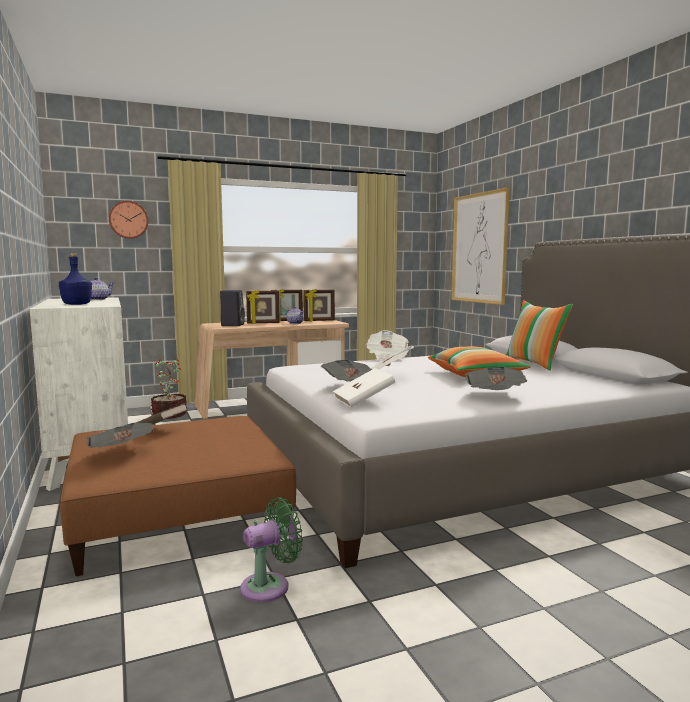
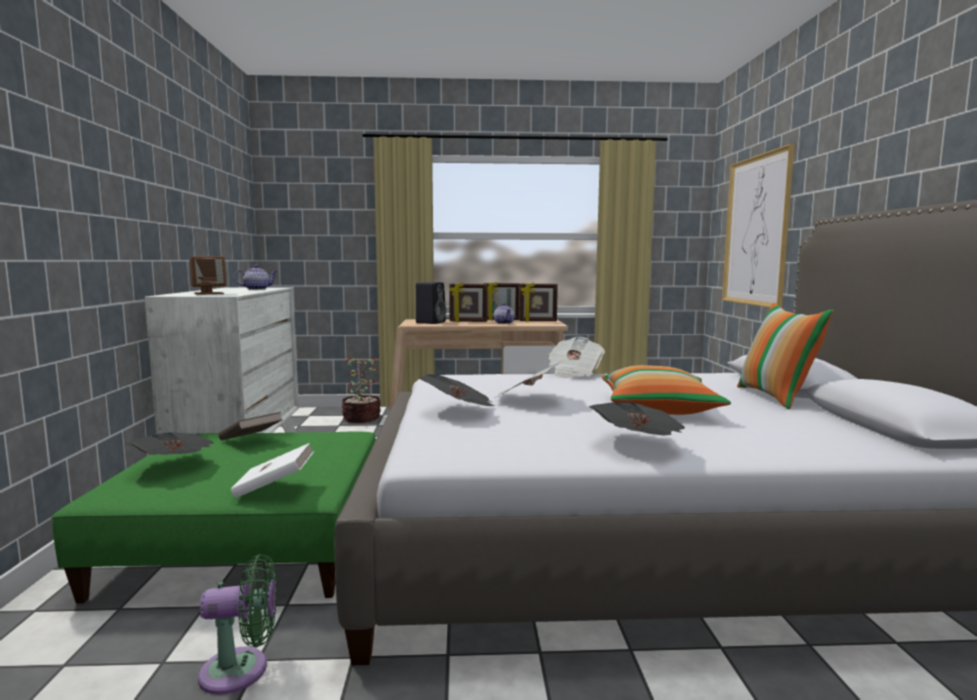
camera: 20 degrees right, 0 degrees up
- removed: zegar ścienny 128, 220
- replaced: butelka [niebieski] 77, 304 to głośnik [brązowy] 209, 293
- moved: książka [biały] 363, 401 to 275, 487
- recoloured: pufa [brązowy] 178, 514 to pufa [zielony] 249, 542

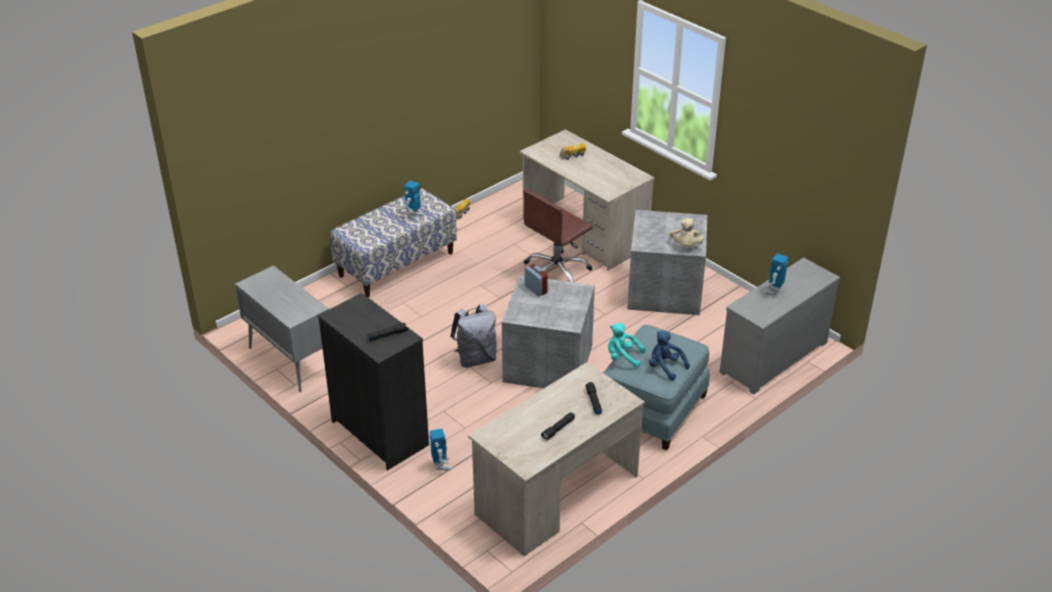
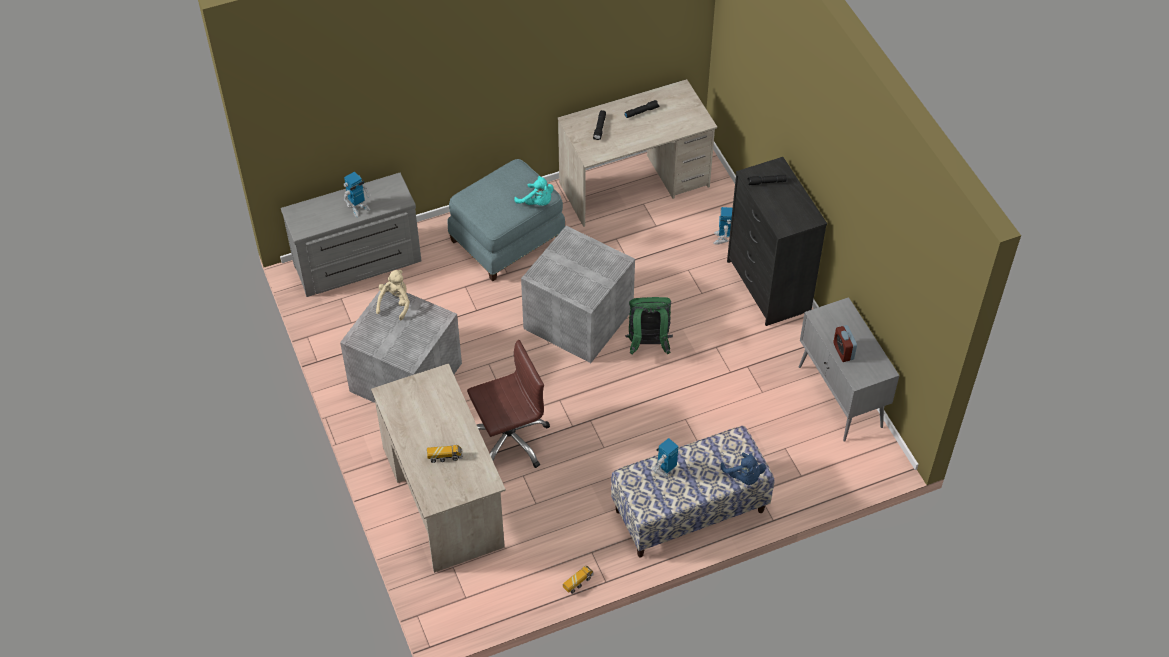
camera: 160 degrees left, 15 degrees up
- moved: budzik 536, 289 to 843, 351
- recoloured: plecak [szary] 476, 358 to plecak [zielony] 648, 344
- moved: pluszak [niebieski] 665, 367 to 743, 476

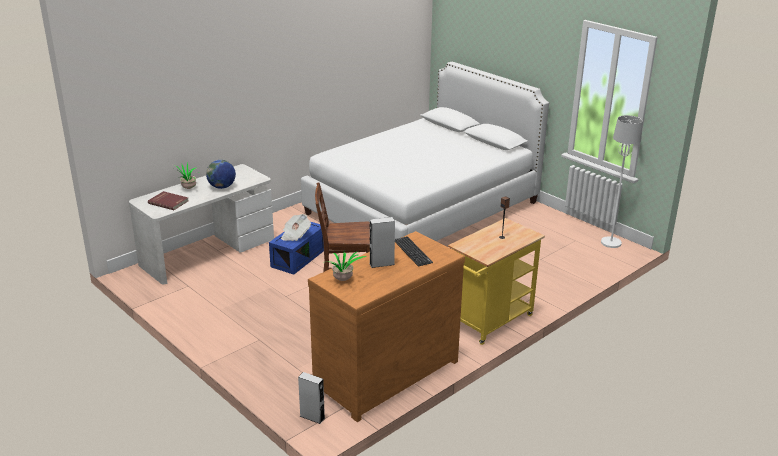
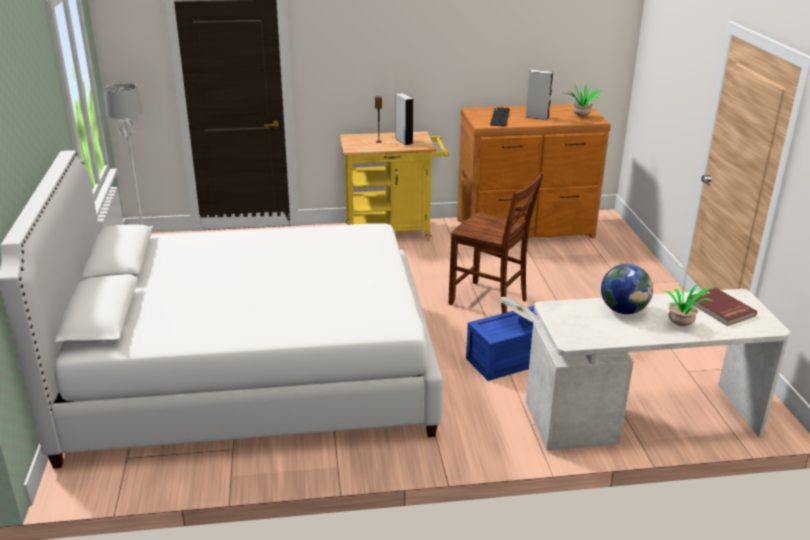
camera: 145 degrees left, 0 degrees up
- moved: głośnik [szary] 312, 417 to 404, 141

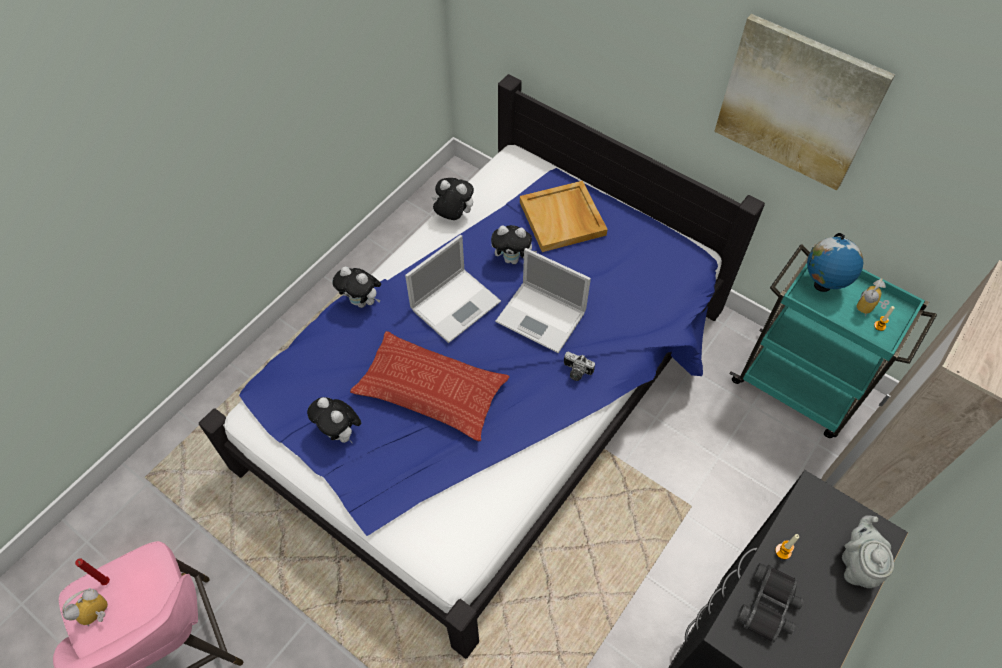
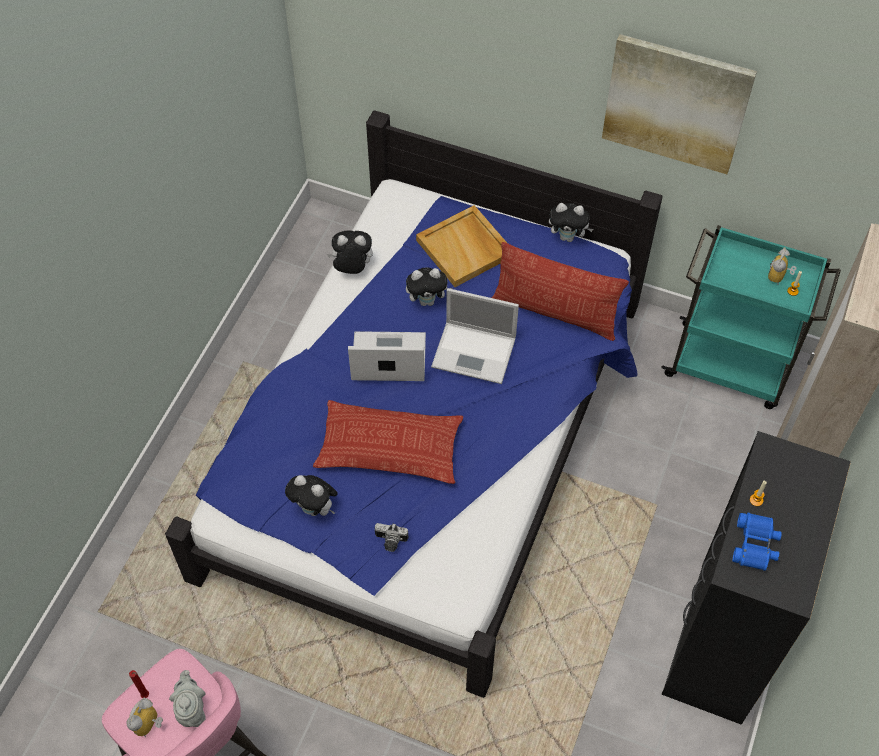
camera: 15 degrees left, 0 degrees up
- removed: globus 822, 285
- turned: laptop 456, 304 = 387, 358 120 degrees counterclockwise
- moved: pluszak 362, 302 to 568, 237
- moved: aparat fotograficzny 576, 372 to 390, 542
- moved: imbryk [szary] 857, 565 to 192, 710
- recoloured: lornetka [czarny] 769, 606 to lornetka [niebieski] 755, 545
- added: poduszka 555, 313

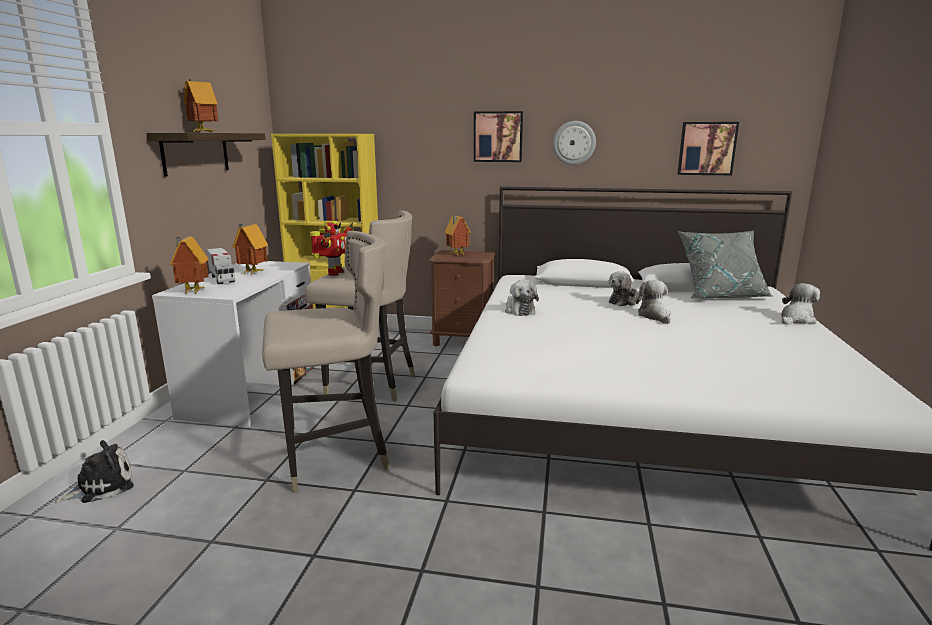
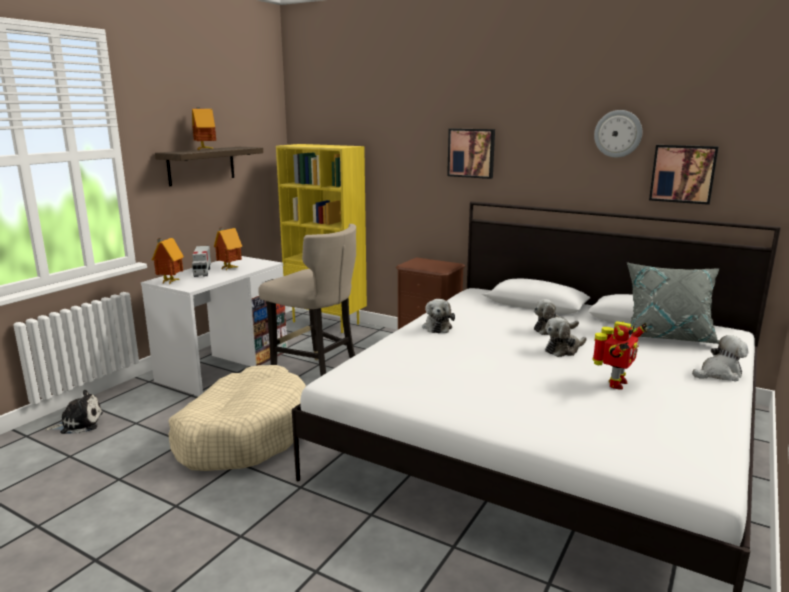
camera: 20 degrees right, 0 degrees up
- moved: zegar ścienny 574, 143 to 618, 133
- removed: domek 456, 255
- moved: robot zabawkowy 334, 273 to 615, 384
- replaced: stołek [beżowy] 334, 457 to legowisko [beżowy] 243, 434
- turned: pluszak 655, 316 = 563, 350 135 degrees counterclockwise

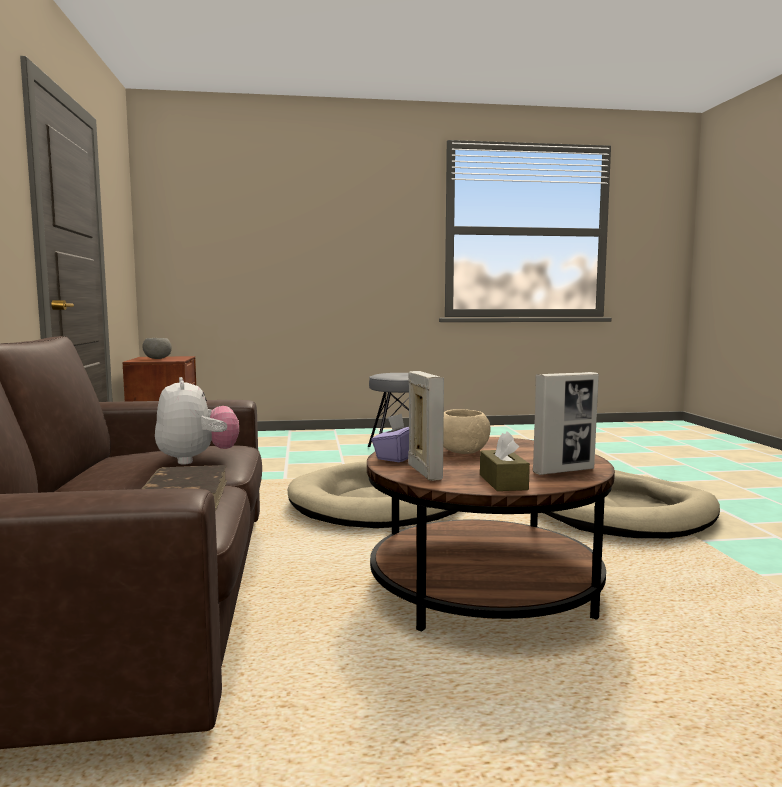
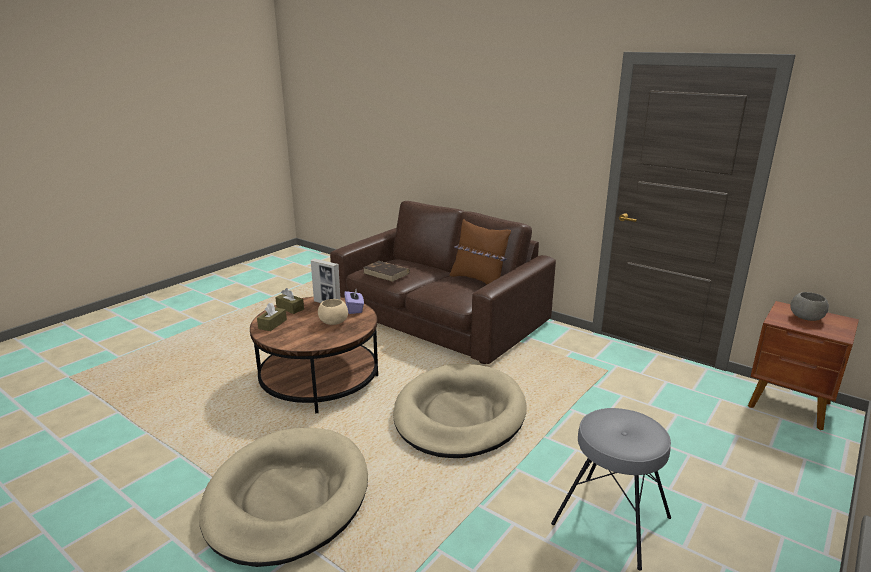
camera: 135 degrees right, 15 degrees up
- replaced: ramka na zdjęcie 564, 471 to pudełko chusteczek [brązowy] 272, 324
- removed: pluszak 197, 460
- added: poduszka [brązowy] 478, 280

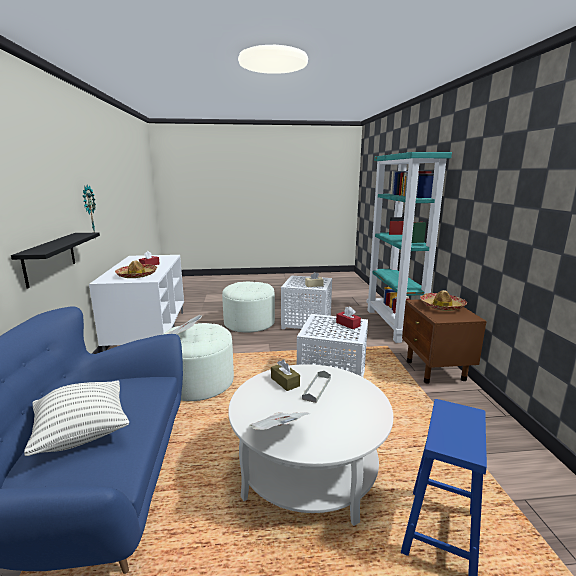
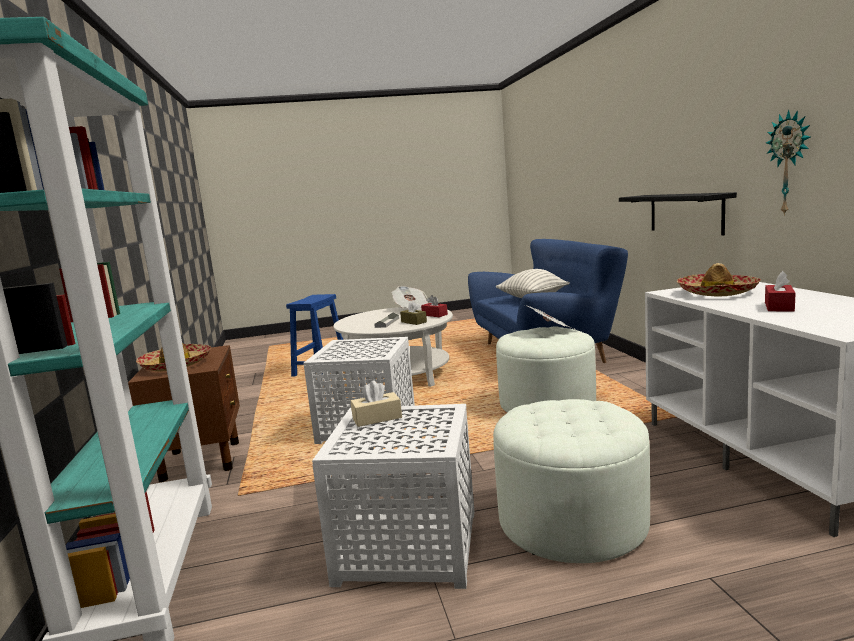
camera: 175 degrees right, 5 degrees down
- moved: pudełko chusteczek [czerwony] 348, 324 to 434, 315

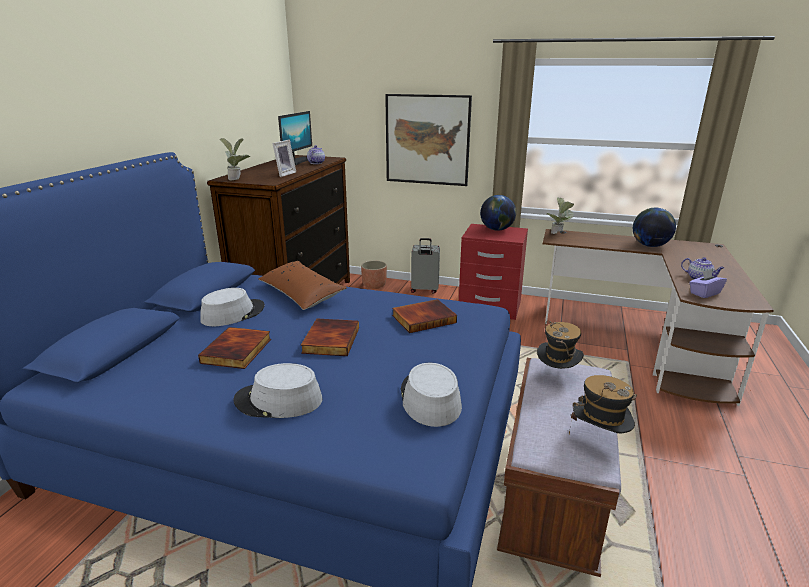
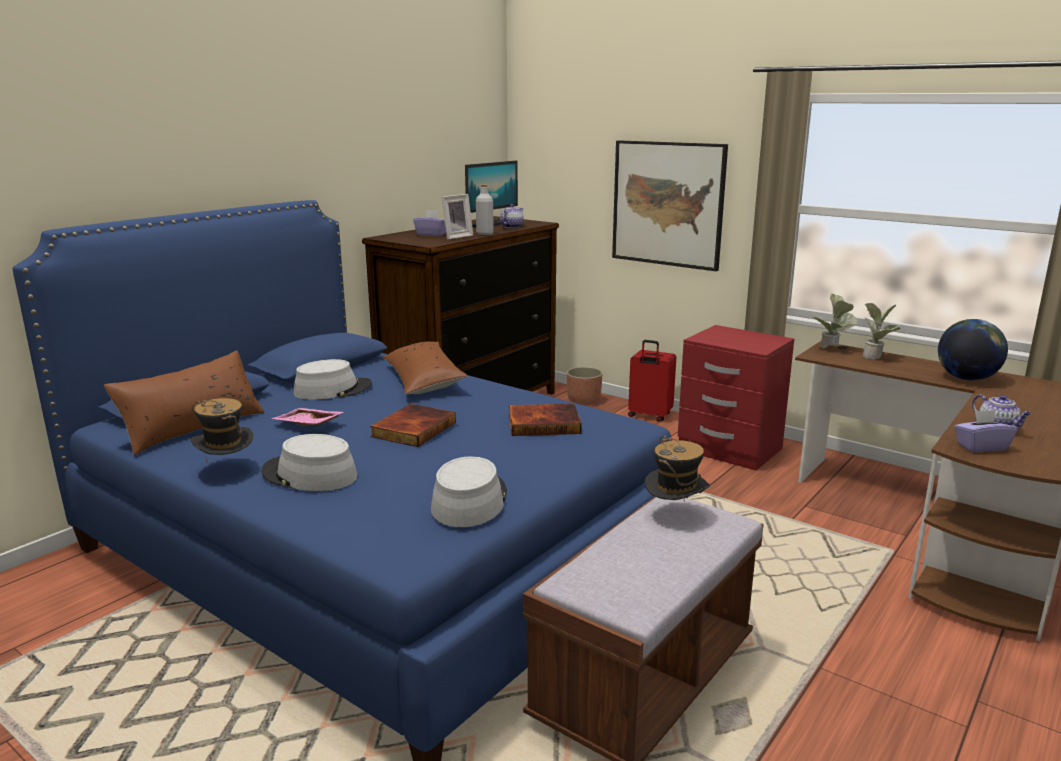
camera: 20 degrees right, 5 degrees down
- moved: roślina doniczkowa 237, 179 to 875, 357
- removed: globus 497, 229
- recoloured: walizka [szary] 424, 290 to walizka [czerwony] 649, 416
- replaced: książka 237, 351 to taca [różowy] 307, 425
- moved: kapelusz 598, 439 to 226, 470
- added: butelka [szary] 484, 233
- added: pudełko chusteczek [fioletowy] 431, 234
- added: poduszka [brązowy] 193, 428

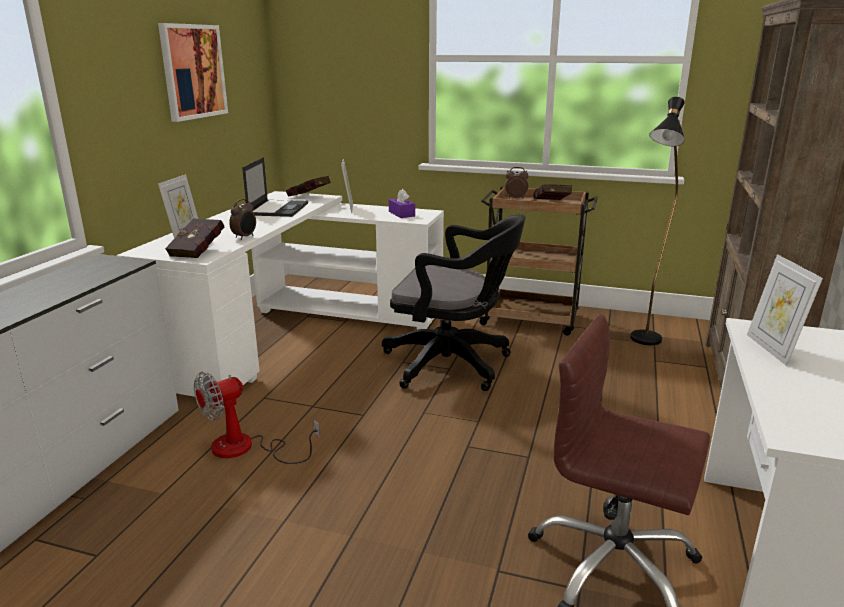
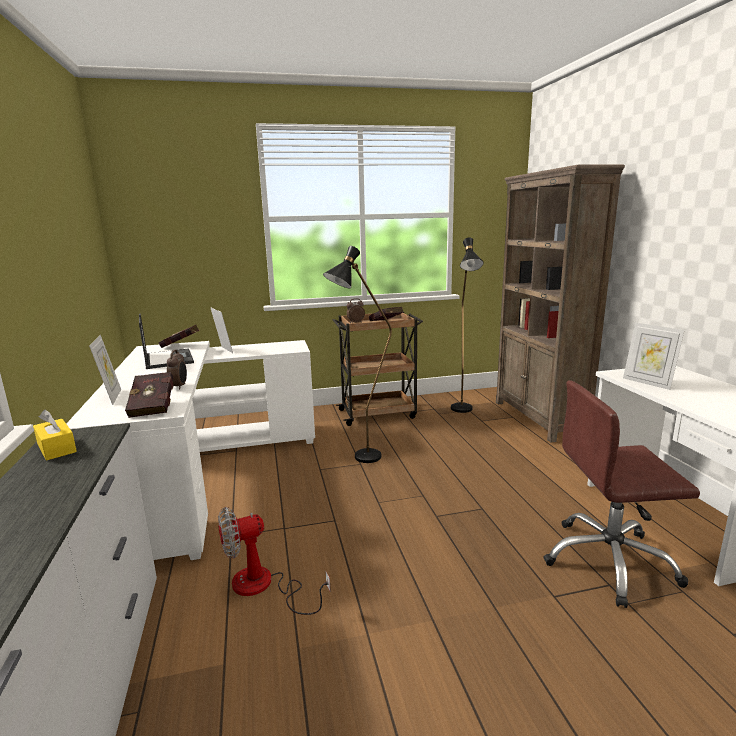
camera: 30 degrees left, 5 degrees down
- removed: obraz 193, 71
- removed: pudełko chusteczek [fioletowy] 401, 214
- replaced: krzesło biurowe [czarny] 453, 365 to lampa stojąca [czarny] 360, 460
- turned: wentylator 246, 448 = 264, 587 45 degrees clockwise
- added: pudełko chusteczek [żółty] 56, 448

